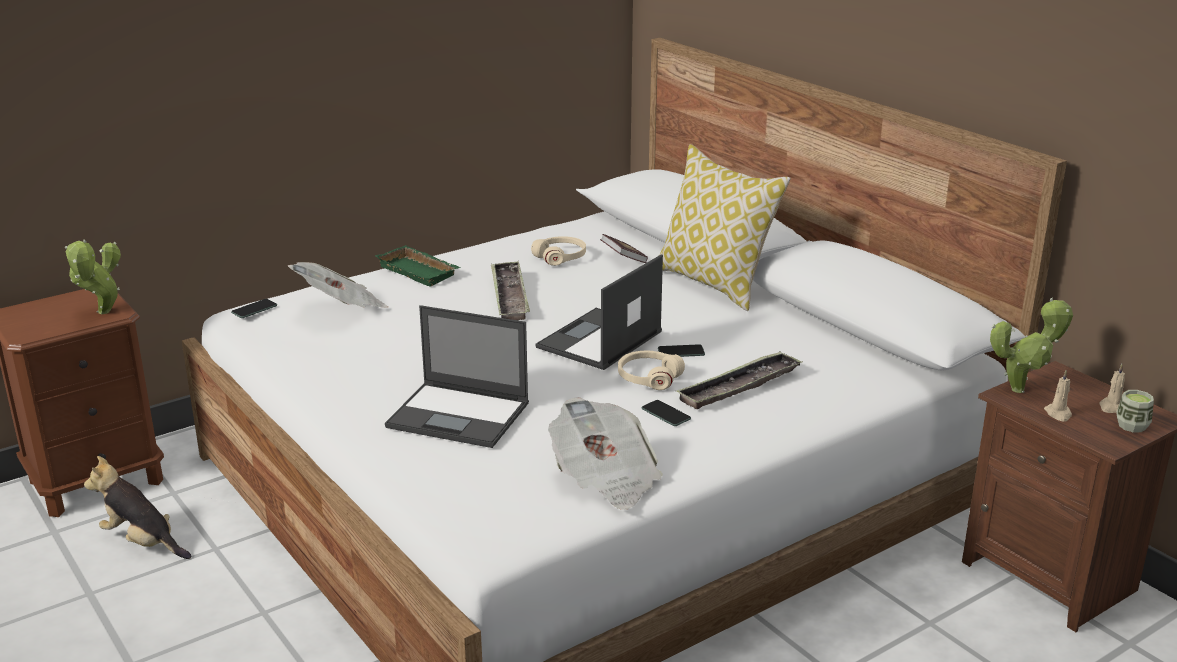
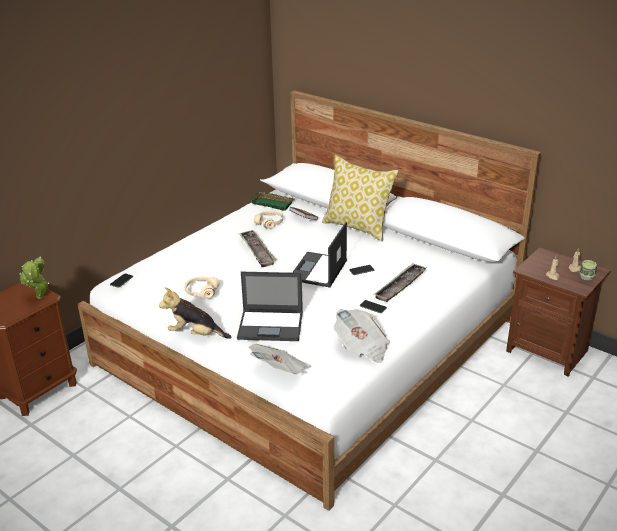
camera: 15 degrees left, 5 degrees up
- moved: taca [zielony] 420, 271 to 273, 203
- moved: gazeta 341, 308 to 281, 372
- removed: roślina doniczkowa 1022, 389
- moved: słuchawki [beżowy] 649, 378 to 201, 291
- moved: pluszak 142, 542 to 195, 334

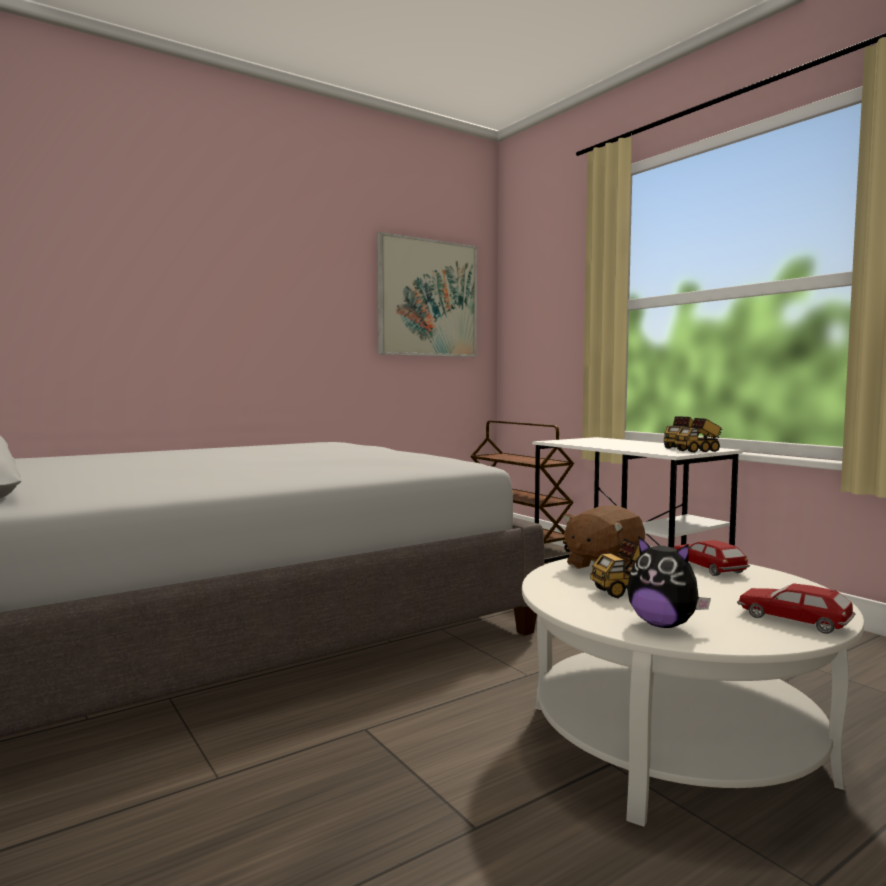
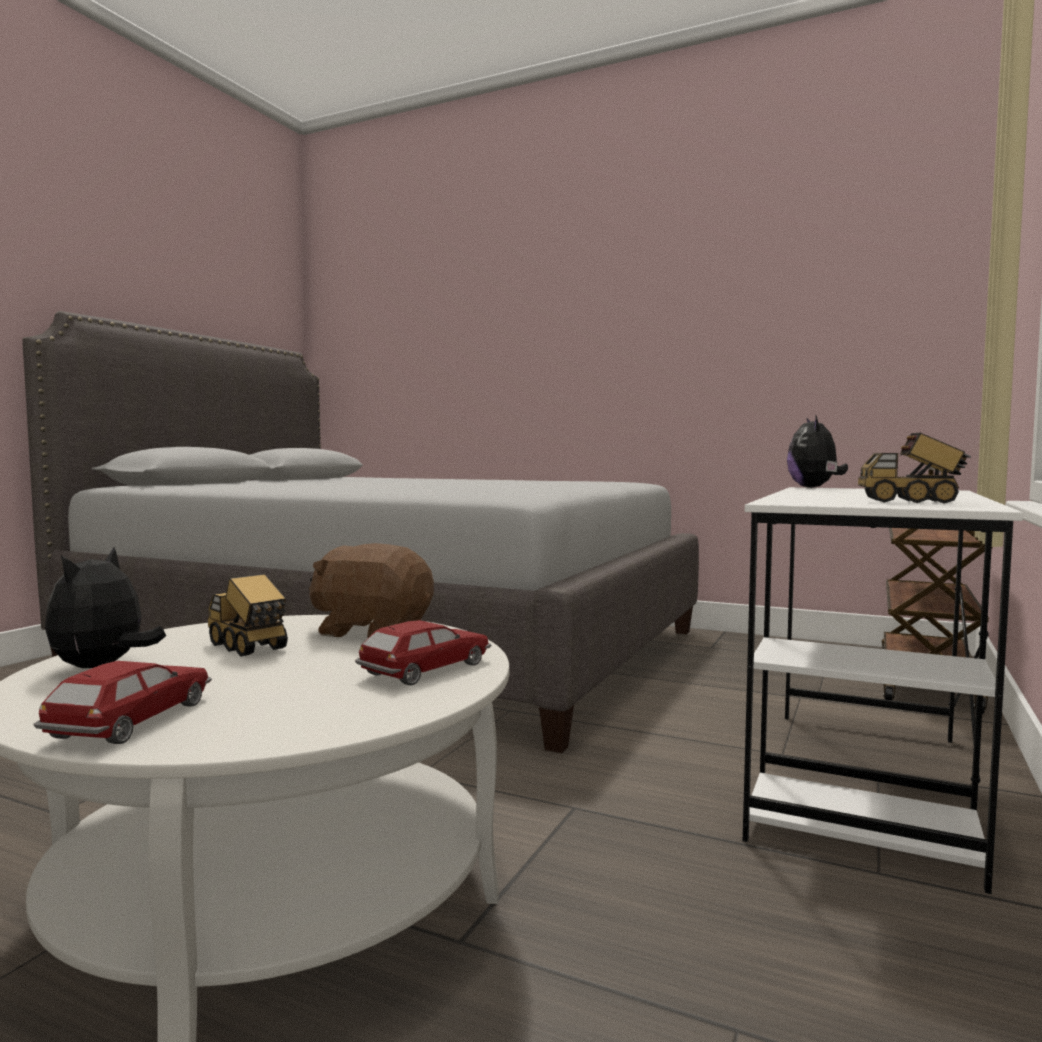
camera: 60 degrees right, 0 degrees up
- removed: obraz 427, 298
- removed: ciężarówka zabawkowa 698, 451
- added: pluszak 814, 487

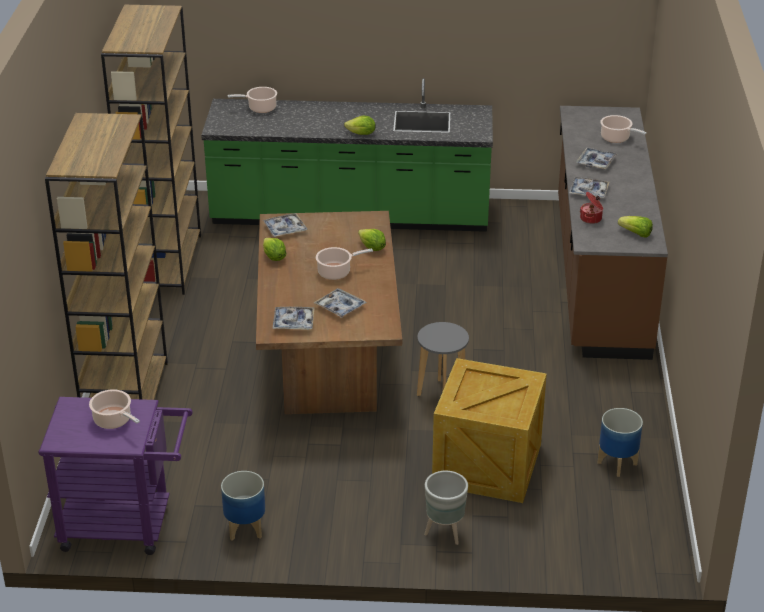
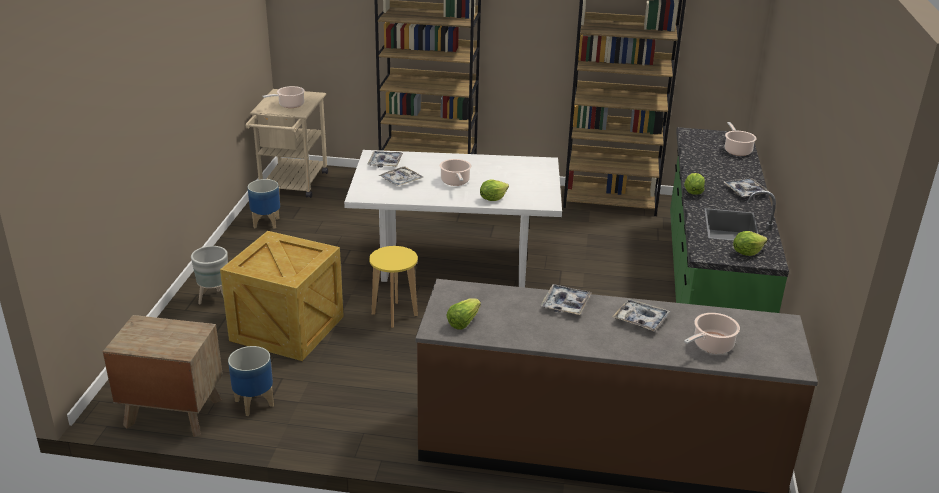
camera: 95 degrees right, 5 degrees down
- removed: garnek 591, 219
- recoloured: stół jadalny [brązowy] 329, 363 to stół jadalny [biały] 454, 264
- moved: taca 285, 229 to 745, 191
- moved: sałata 274, 257 to 746, 252
- recoloured: stołek [szary] 441, 394 to stołek [żółty] 394, 315
- recoloured: wózek [fioletowy] 126, 525 to wózek [beżowy] 292, 186
- added: szafka nocna [brązowy] 172, 412

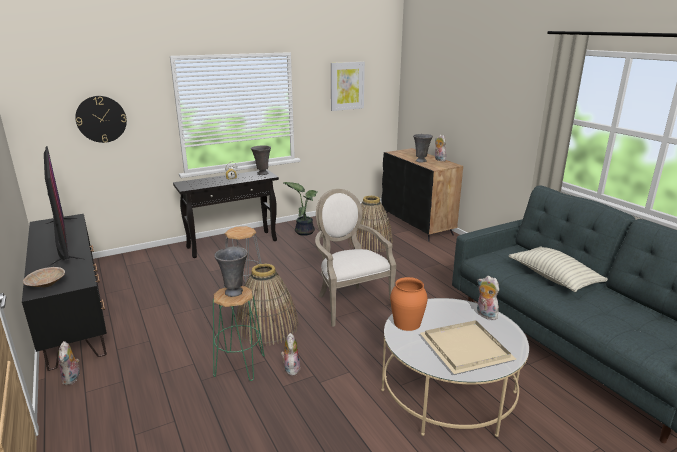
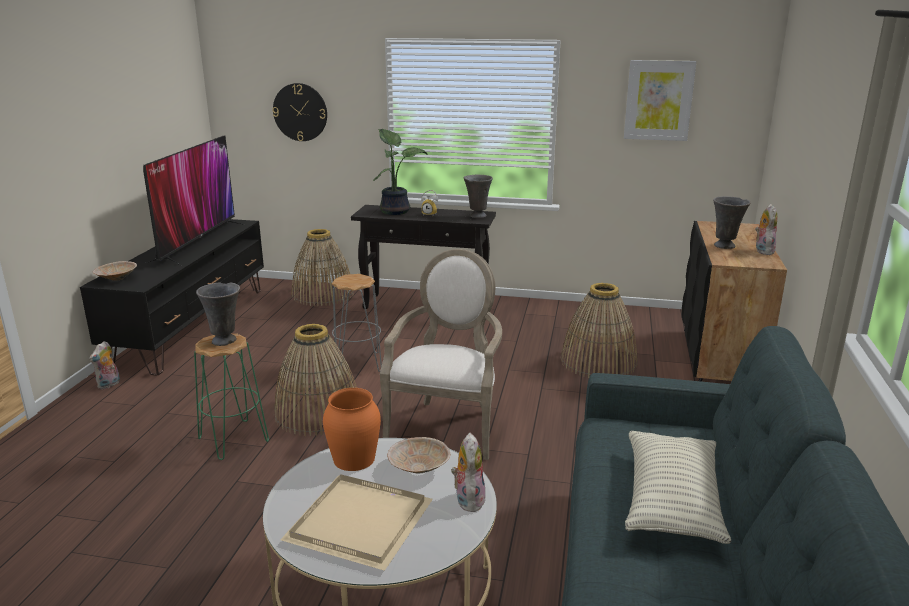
camera: 40 degrees right, 0 degrees up
- moved: roślina doniczkowa 304, 231 to 395, 211
- removed: pluszak 291, 368
- added: koszyk 323, 294
- added: miska [beżowy] 418, 468

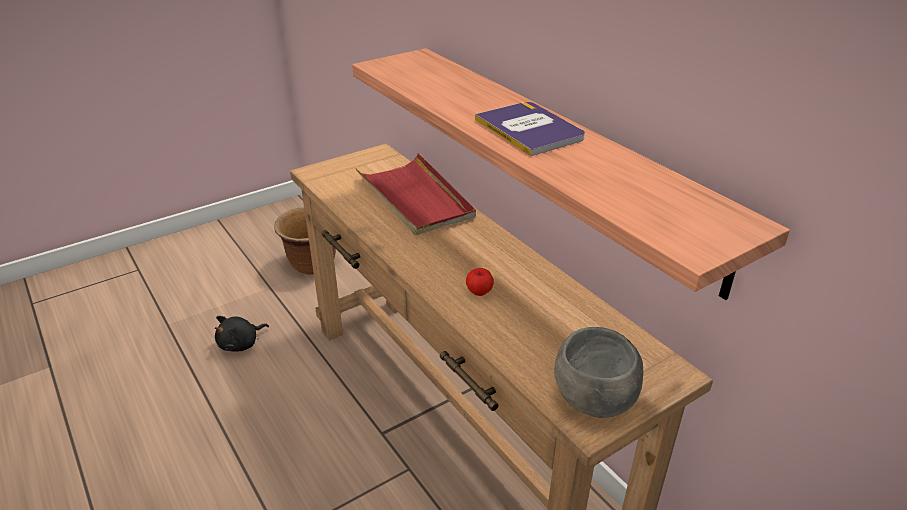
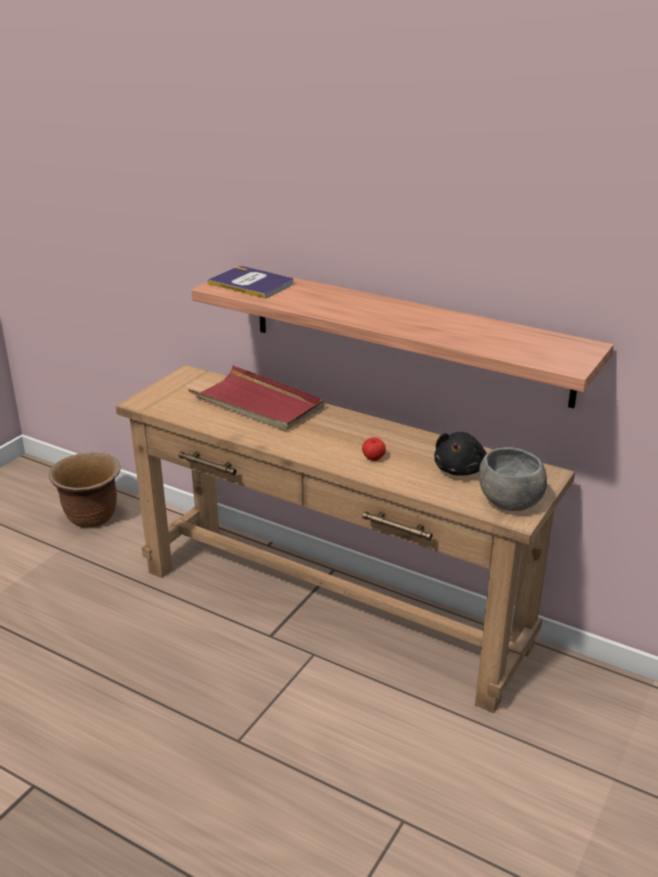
camera: 25 degrees left, 5 degrees down
- moved: książka 529, 129 to 252, 283
- moved: pluszak [czarny] 241, 344 to 460, 469

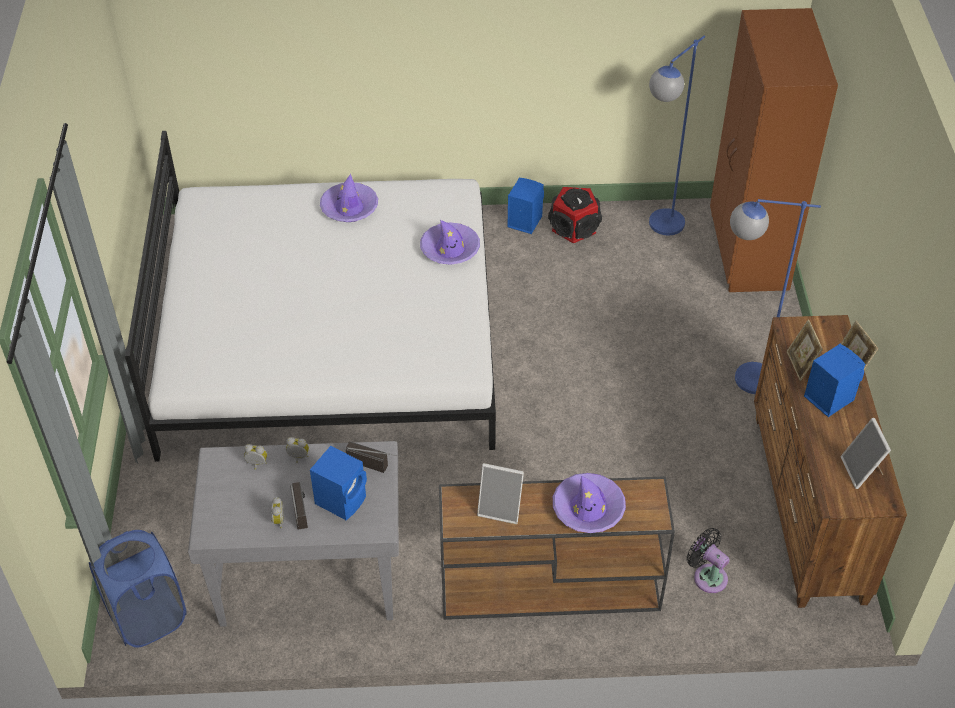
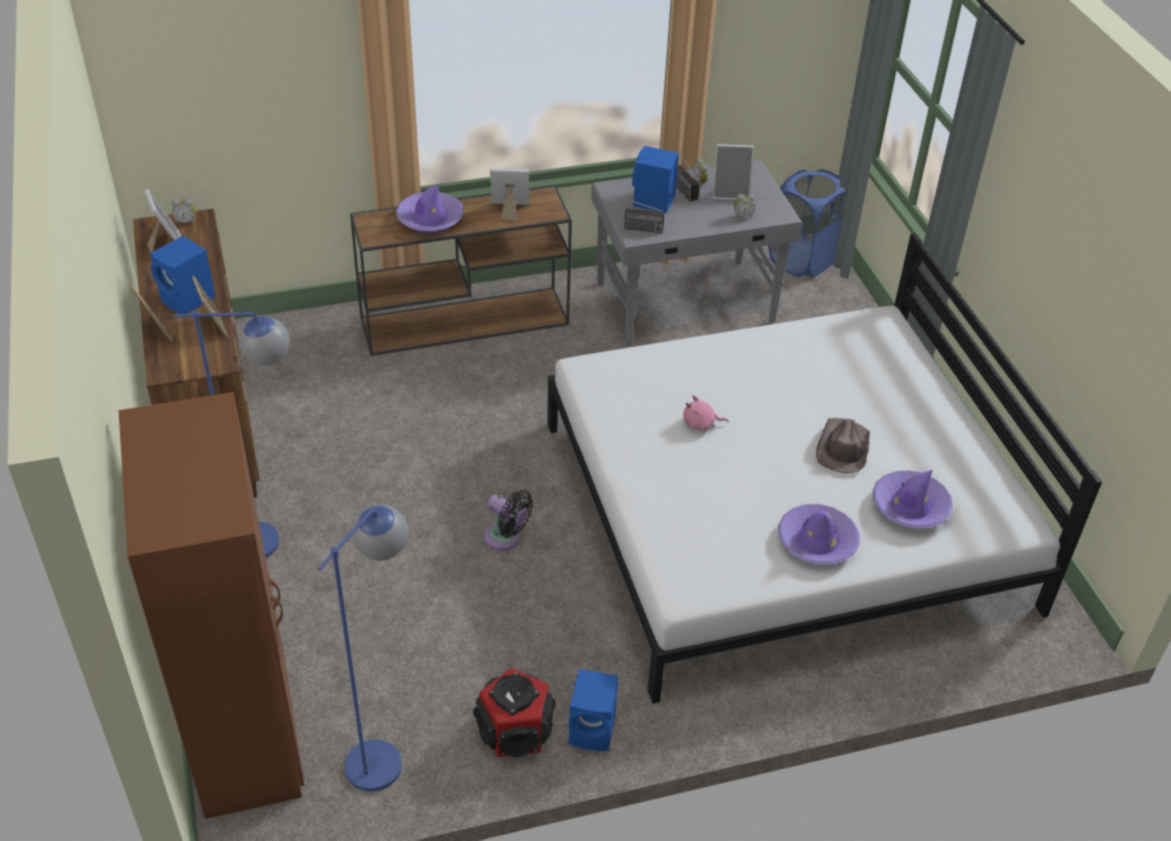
camera: 165 degrees right, 5 degrees down
- moved: kapelusz [fioletowy] 450, 249 to 910, 506
- moved: budzik 298, 458 to 186, 221
- moved: wentylator [czarny] 707, 576 to 506, 538
- added: ramka na zdjęcie 730, 192
- added: pluszak [różowy] 701, 424
- added: kapelusz [brązowy] 842, 448

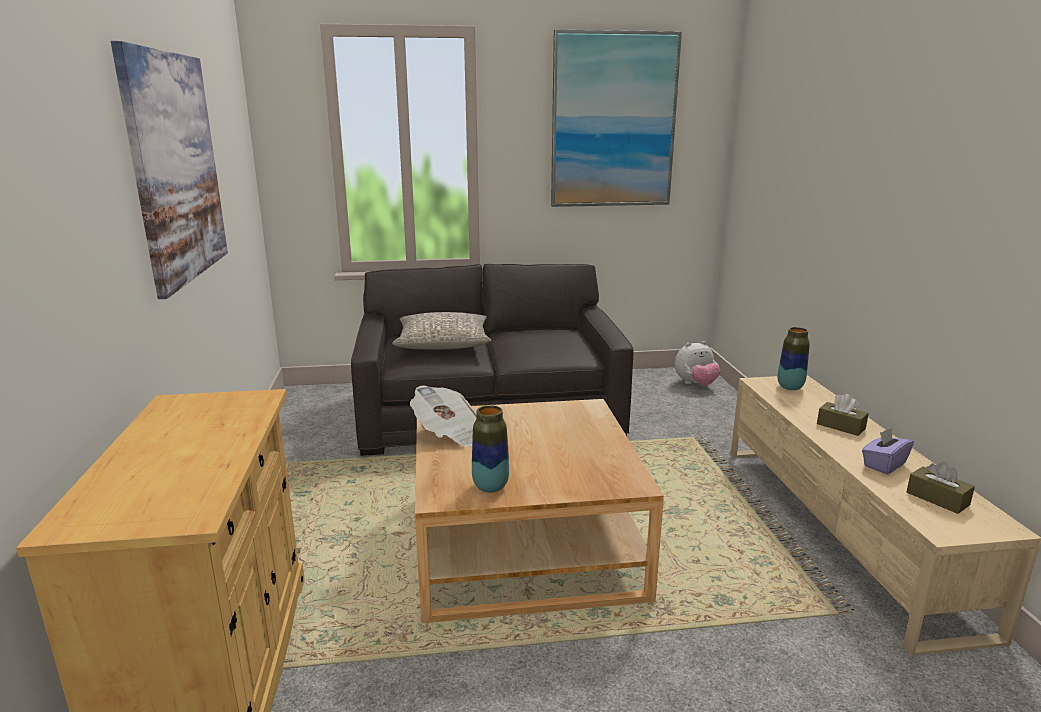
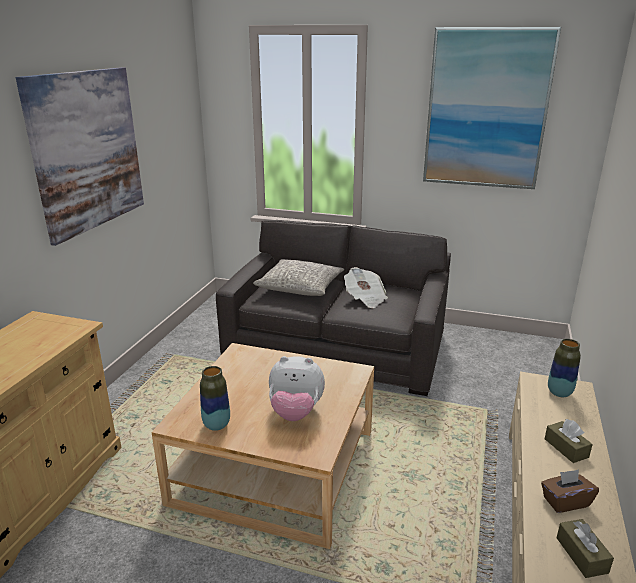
camera: 25 degrees right, 5 degrees up
- moved: pluszak 695, 384 to 295, 412
- moved: gazeta 448, 433 to 365, 298
- recoloured: pudełko chusteczek [fioletowy] 883, 464 to pudełko chusteczek [brązowy] 565, 501

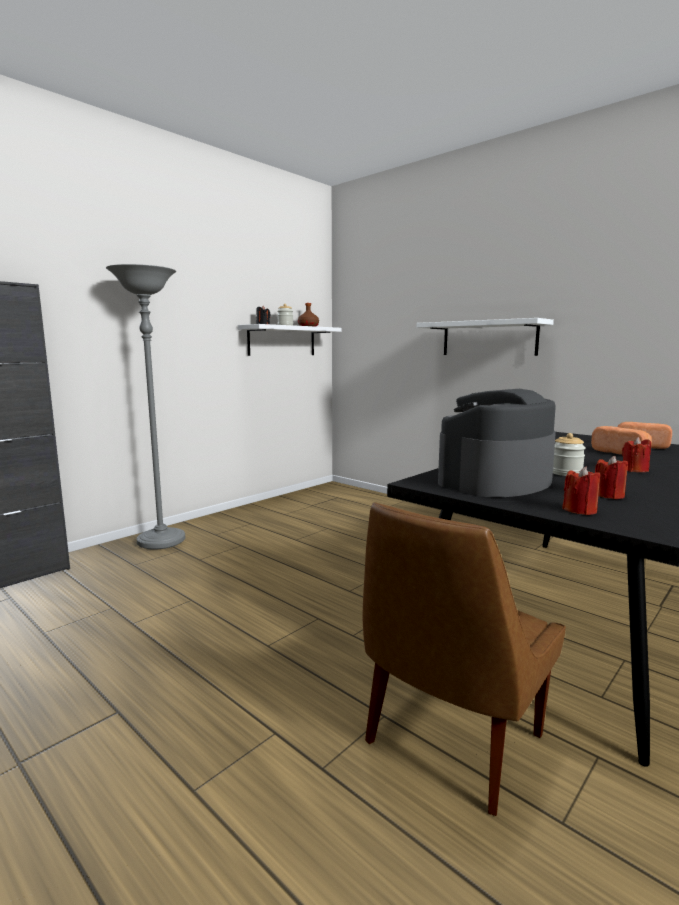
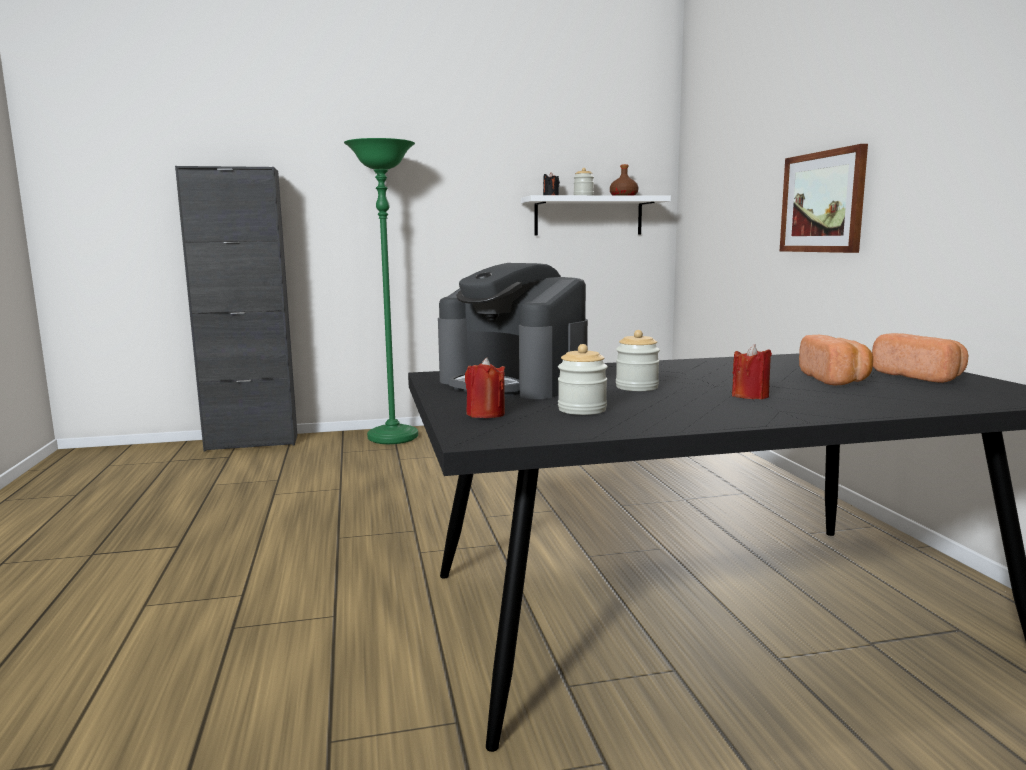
camera: 35 degrees right, 0 degrees up
- recoloured: lampa stojąca [szary] 161, 541 to lampa stojąca [zielony] 393, 438
- replaced: półka [biały] 488, 338 to obraz 822, 202
- turned: ekspres do kawy 495, 482 = 514, 383 135 degrees counterclockwise
- replaced: świeca [czerwony] 609, 495 to słoik 582, 410
- removed: krzesło [brązowy] 450, 742

